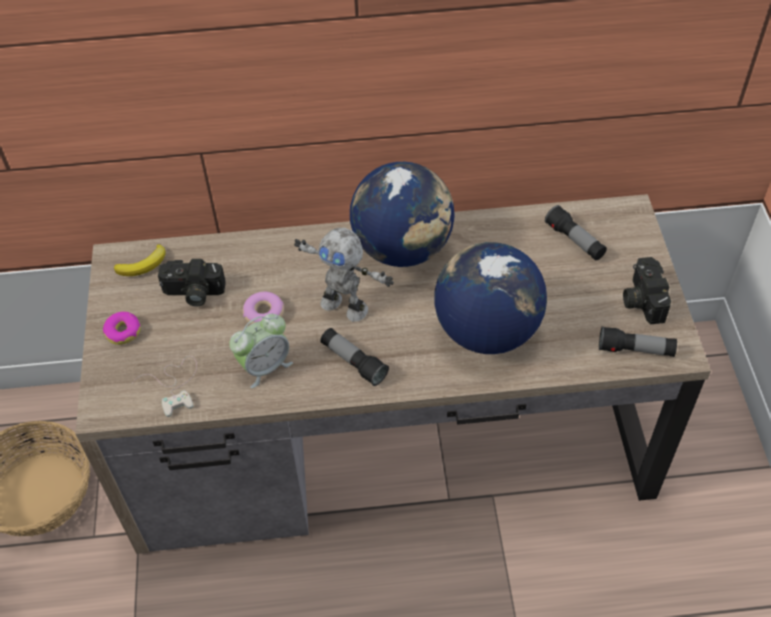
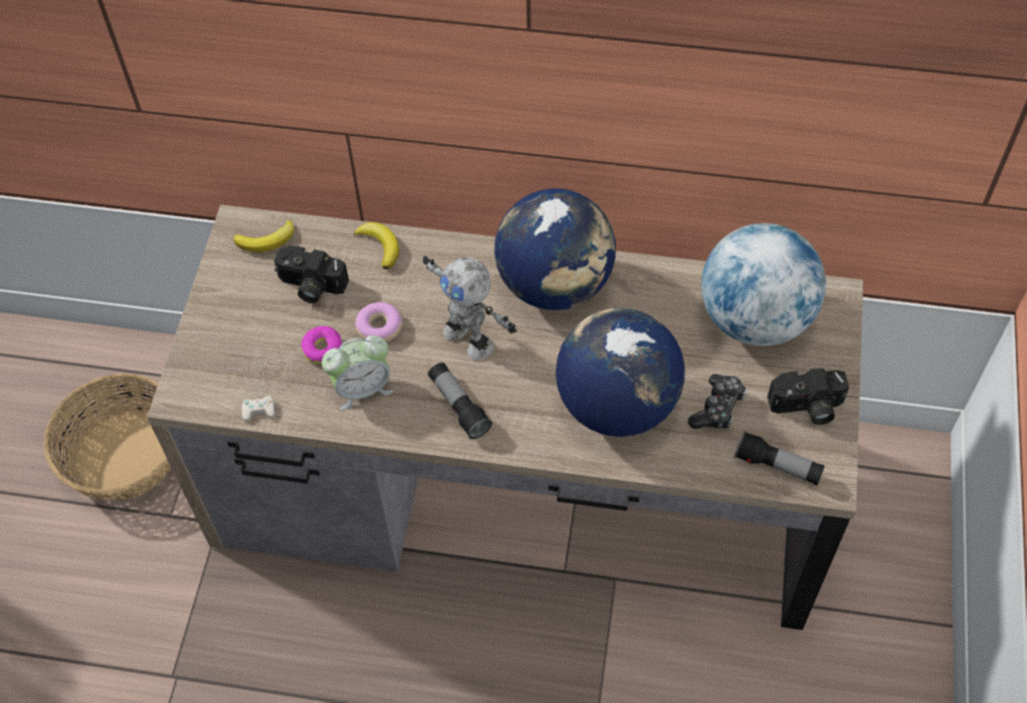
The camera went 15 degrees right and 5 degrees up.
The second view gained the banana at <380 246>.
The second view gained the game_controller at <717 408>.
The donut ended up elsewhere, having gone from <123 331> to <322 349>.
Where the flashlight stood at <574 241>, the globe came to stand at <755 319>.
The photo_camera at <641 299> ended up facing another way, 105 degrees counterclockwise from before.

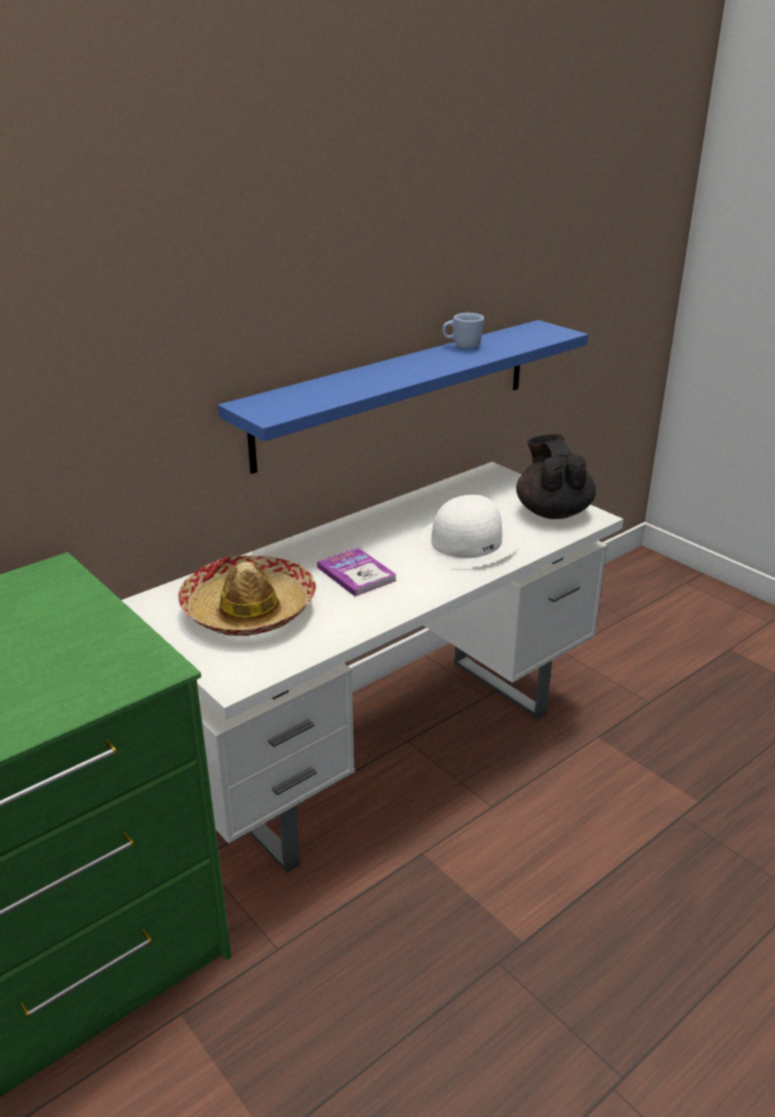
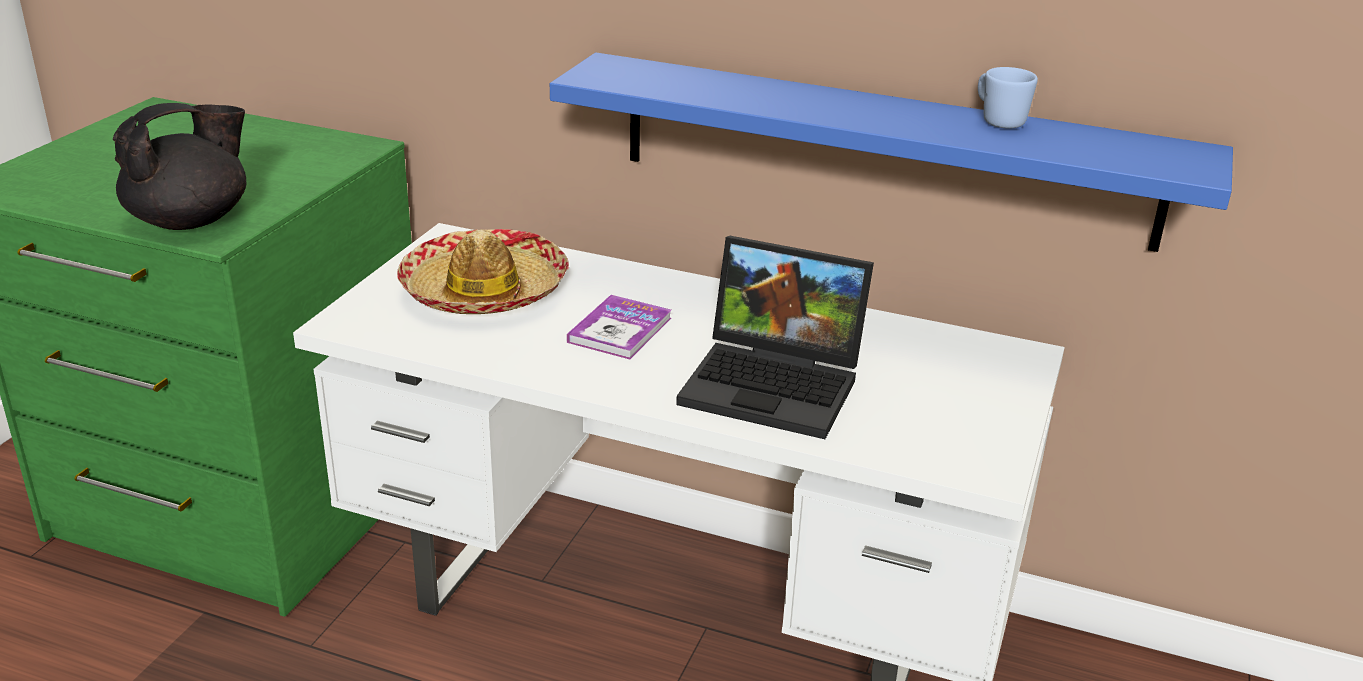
The camera went 60 degrees right and 0 degrees up.
The black_teapot ended up elsewhere, having gone from <552 511> to <191 220>.
Where the white_hat stood at <466 544>, the laptop came to stand at <777 384>.

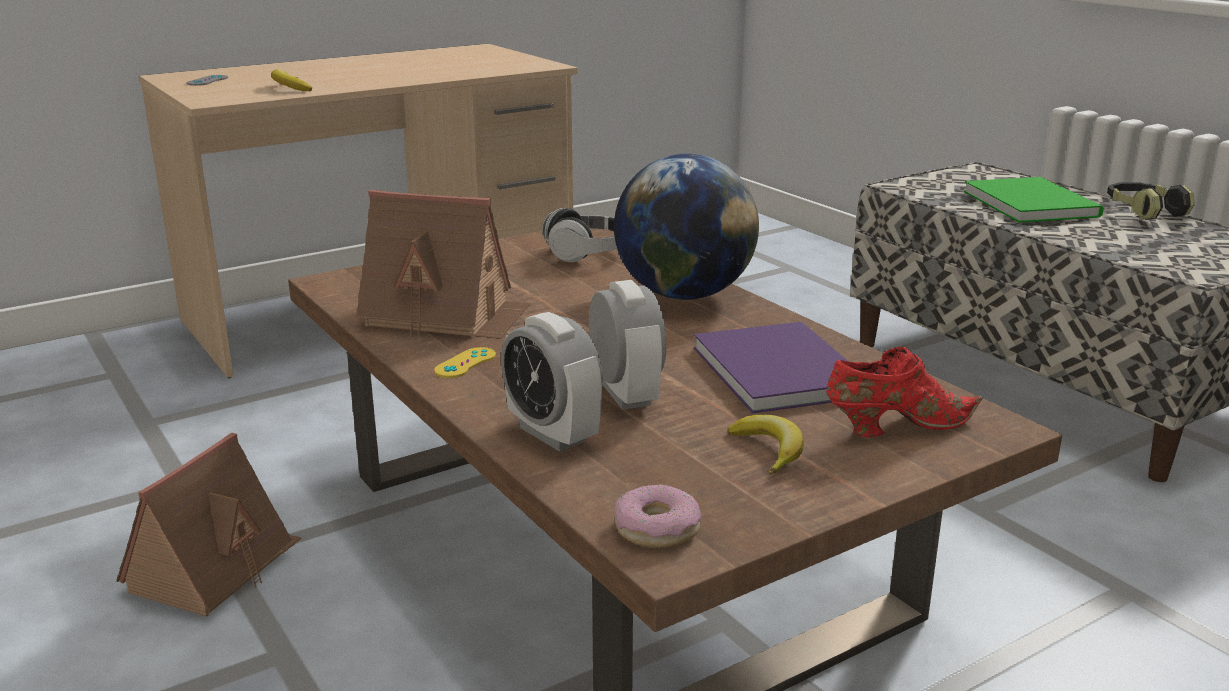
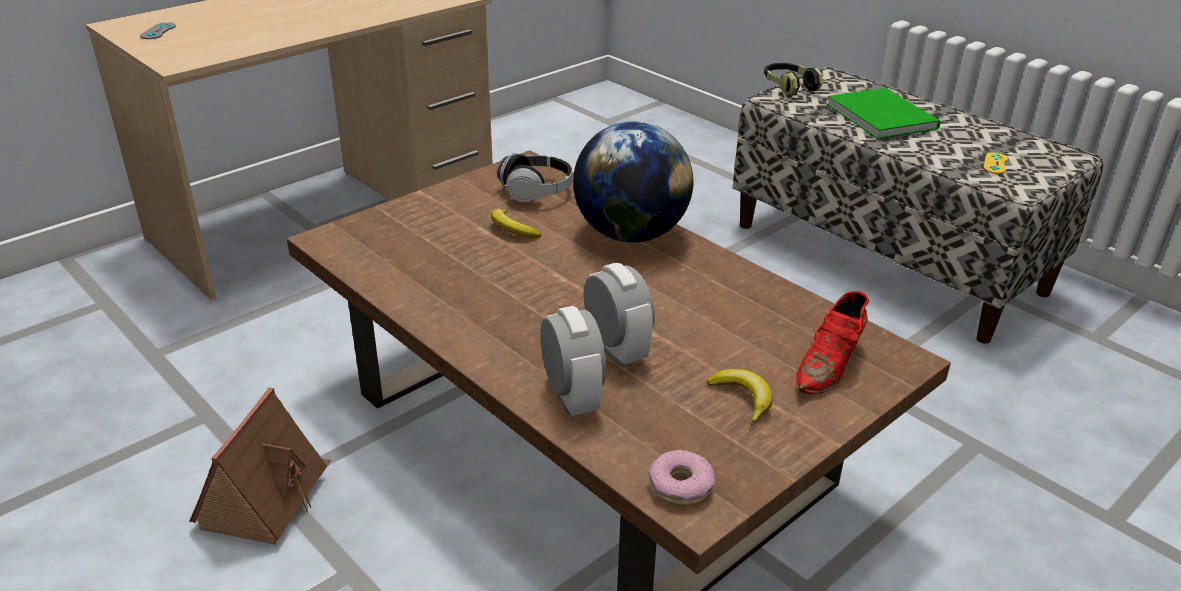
The camera went 10 degrees left and 10 degrees up.
The second view lost the toy_house at <445 315>.
The second view lost the purple_book at <781 369>.
The banana ended up elsewhere, having gone from <290 87> to <512 229>.
The yellow_game_controller ended up elsewhere, having gone from <465 363> to <995 163>.
The headphones ended up elsewhere, having gone from <1143 212> to <789 87>.
The alarm_clock at <552 434> ended up facing another way, 150 degrees counterclockwise from before.
The red_shoe at <896 427> ended up facing another way, 150 degrees clockwise from before.

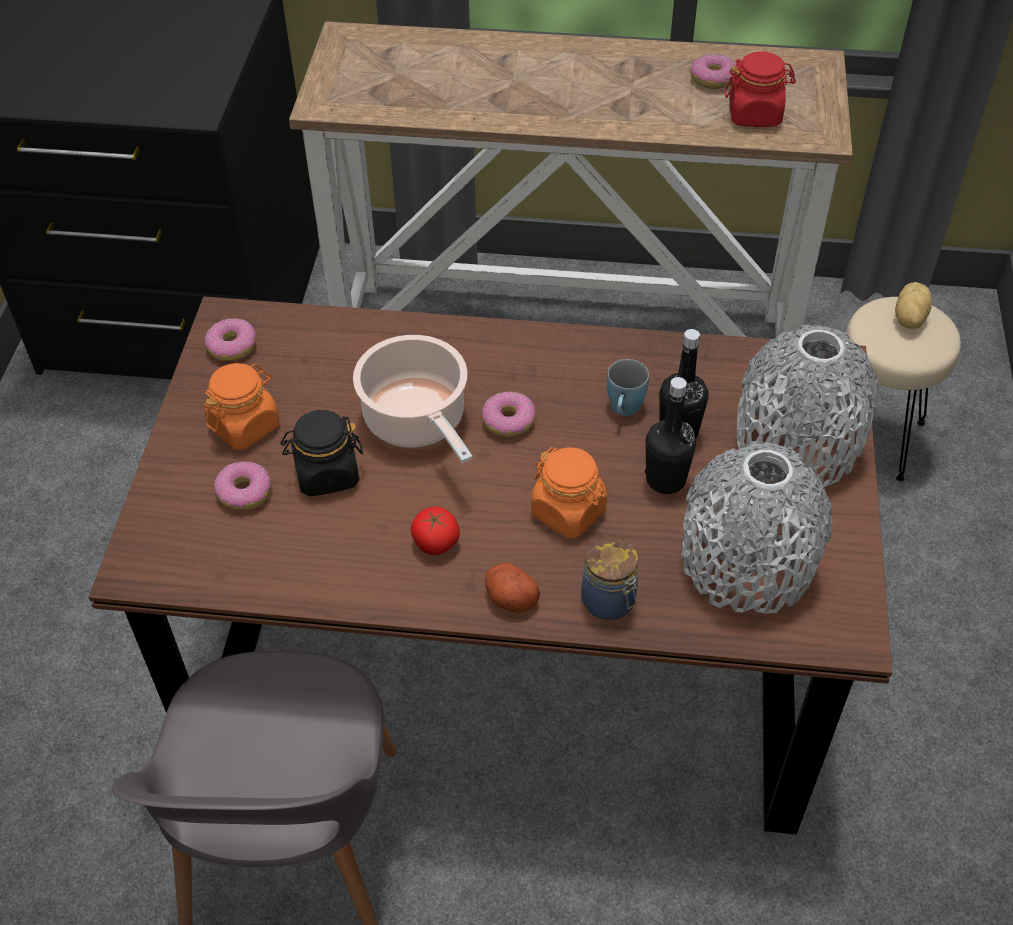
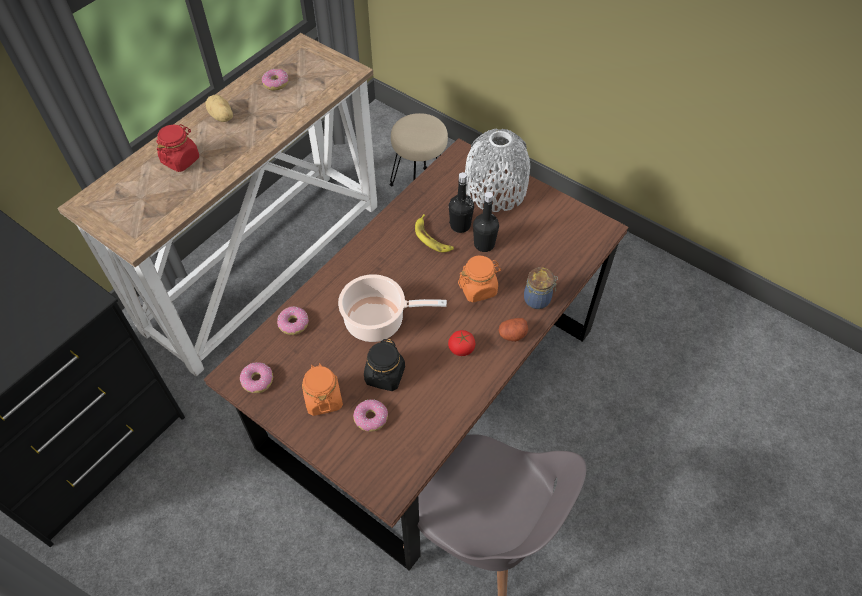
The camera went 60 degrees left and 5 degrees up.
The second view lost the grey_vase at <747 562>.
The donut ended up elsewhere, having gone from <508 421> to <294 324>.
The red_jar ended up elsewhere, having gone from <755 114> to <181 160>.
The potato ended up elsewhere, having gone from <908 318> to <221 117>.
Where the blue_mug stood at <623 410>, the banana came to stand at <432 238>.

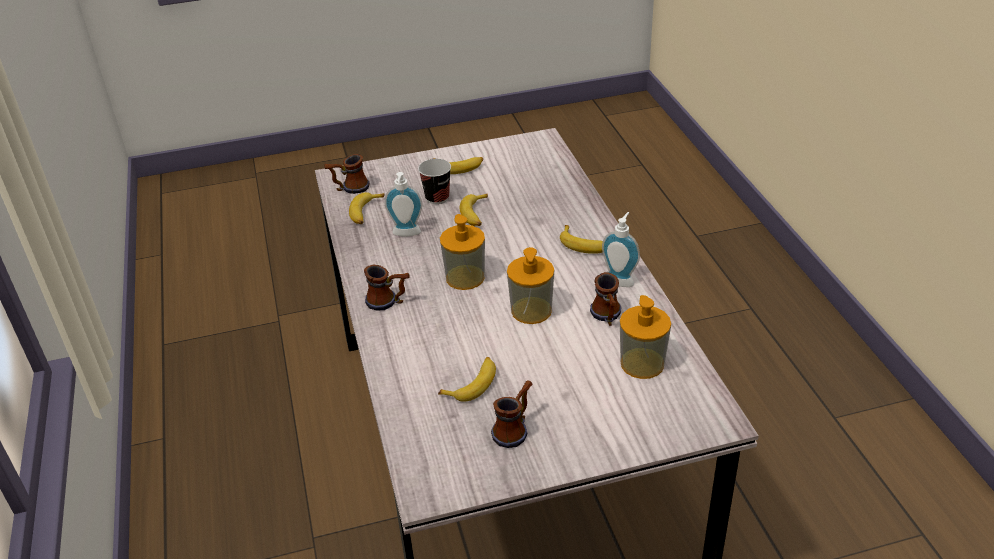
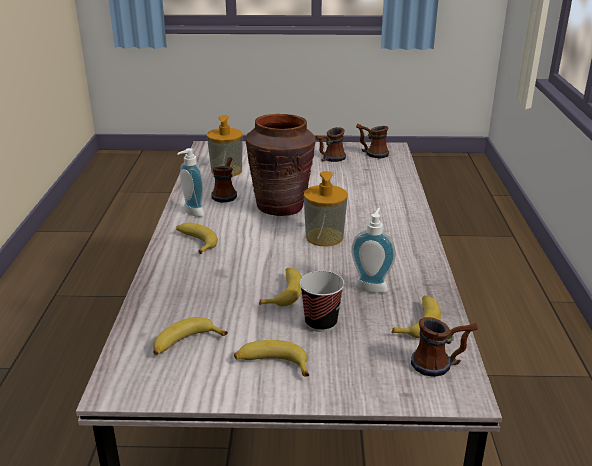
The camera went 165 degrees left and 10 degrees down.
The mug ended up elsewhere, having gone from <389 302> to <371 153>.
The banana ended up elsewhere, having gone from <472 383> to <185 344>.
Where the soap_dispenser stood at <531 310>, the brown_vase came to stand at <281 207>.

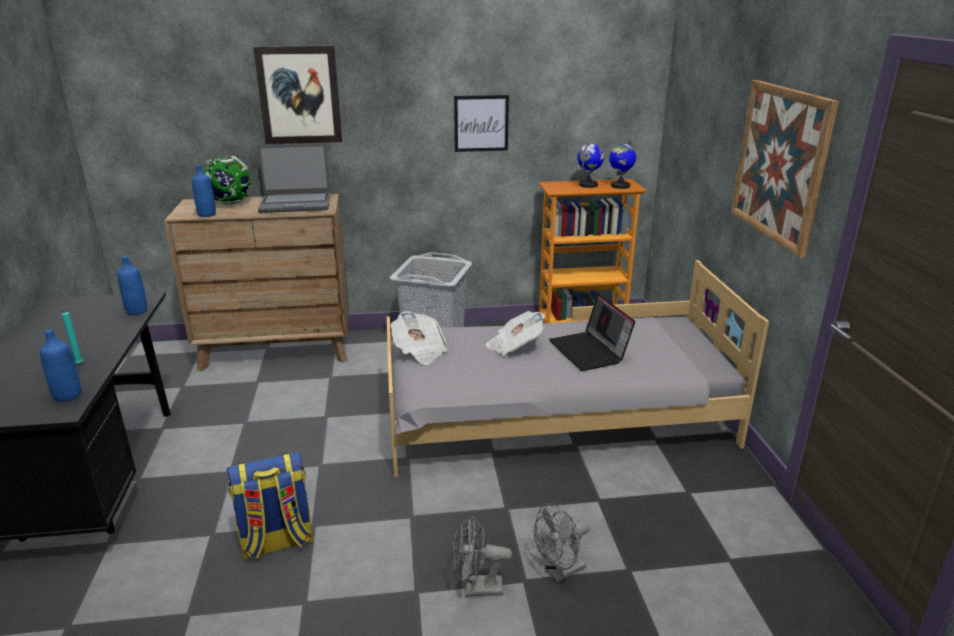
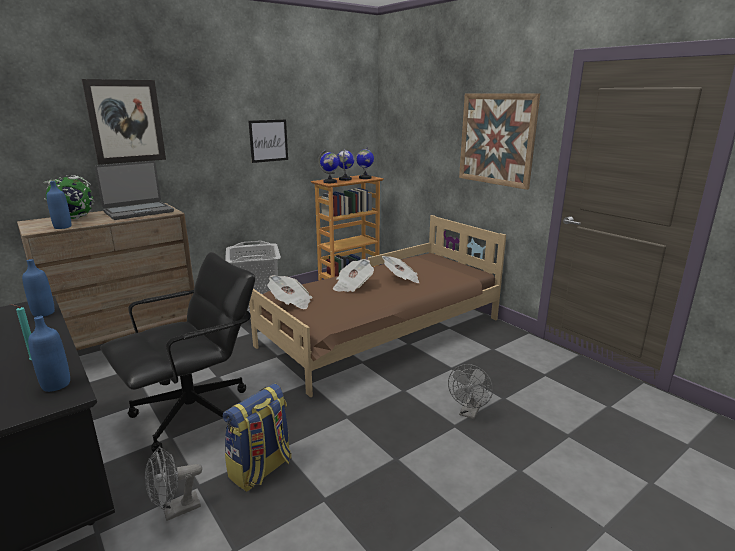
The camera went 30 degrees left and 5 degrees down.
The second view gained the black_office_chair at <194 413>.
The second view gained the globe at <330 182>.
The grey_fan ended up elsewhere, having gone from <476 588> to <175 511>.
Where the laptop stood at <590 351>, the newspaper came to stand at <401 279>.
What was the grey_bed at <554 418> turned into the brown_bed at <381 333>.

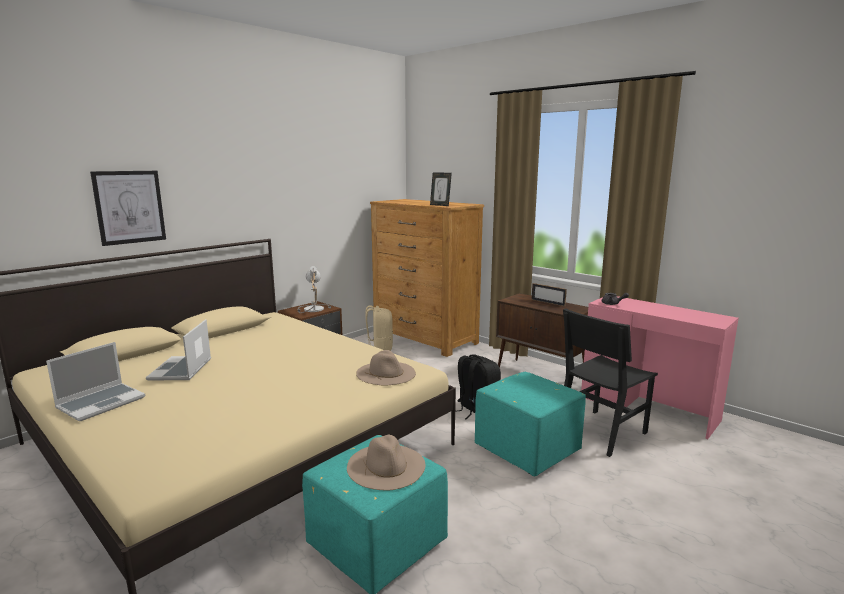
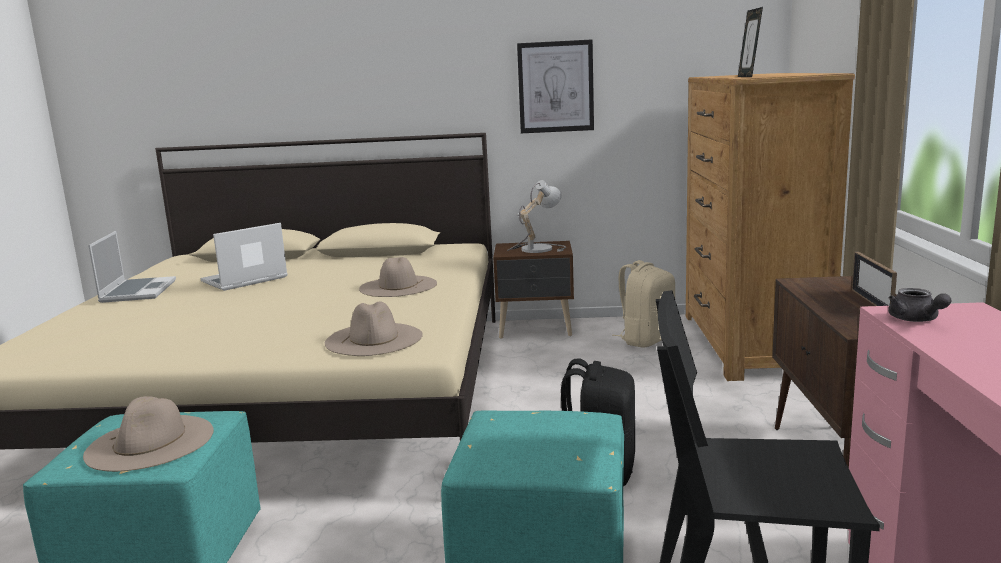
The camera went 50 degrees right and 0 degrees up.
The second view gained the beige_hat at <398 286>.
The picture ended up elsewhere, having gone from <129 207> to <555 87>.
The laptop at <102 402> ended up facing another way, 90 degrees counterclockwise from before.

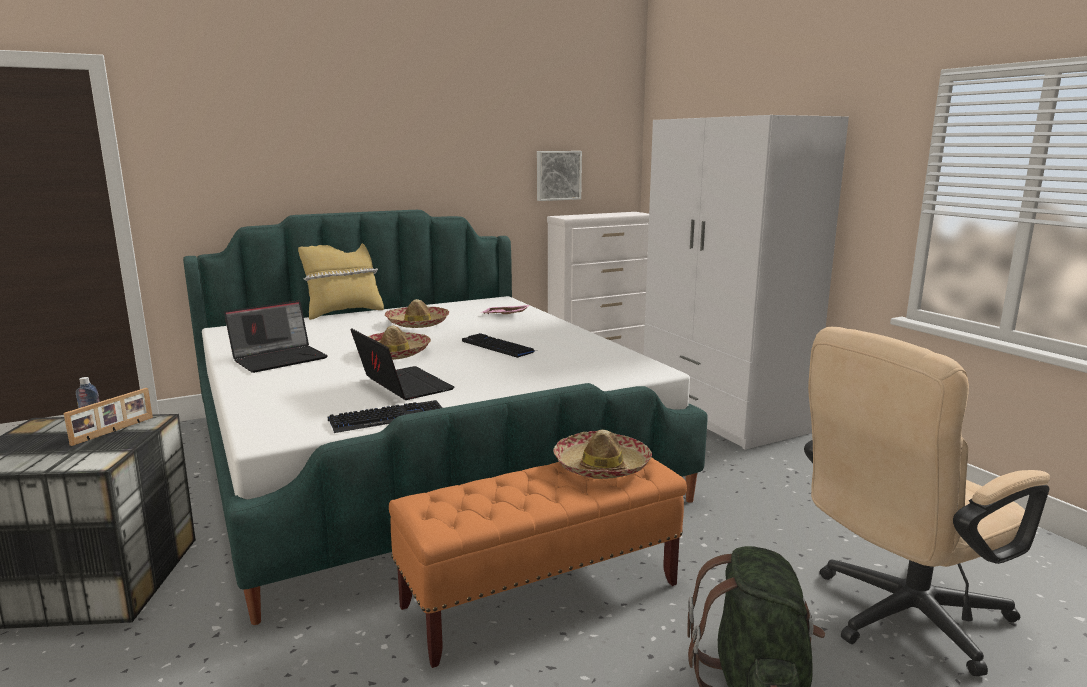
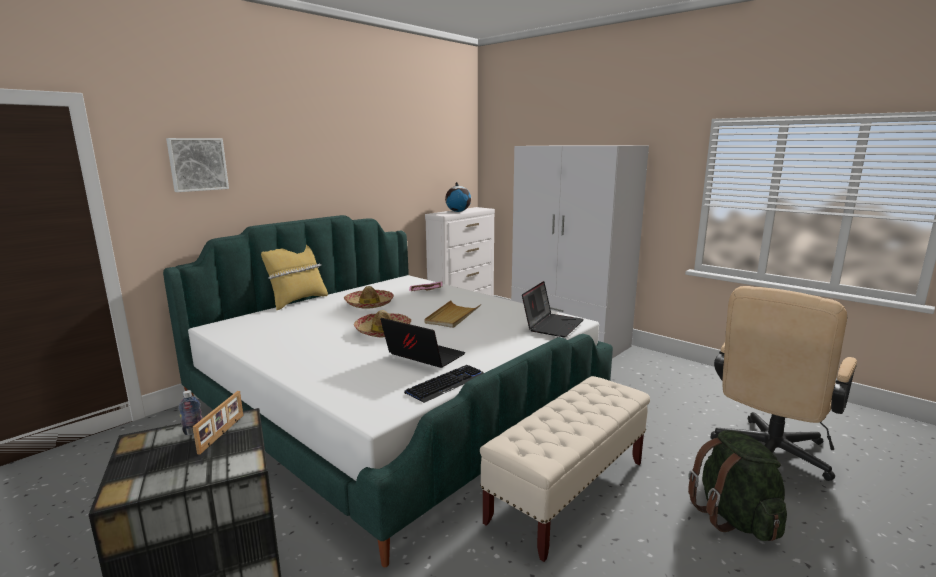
The camera went 20 degrees left and 0 degrees up.
The second view lost the hat at <602 466>.
The second view gained the globe at <458 211>.
The laptop ended up elsewhere, having gone from <280 358> to <552 325>.
The picture ended up elsewhere, having gone from <558 175> to <197 164>.
Where the keyboard stood at <498 347>, the beige_tray came to stand at <452 316>.
What was the orange_bench at <542 596> turned into the beige_bench at <568 491>.

